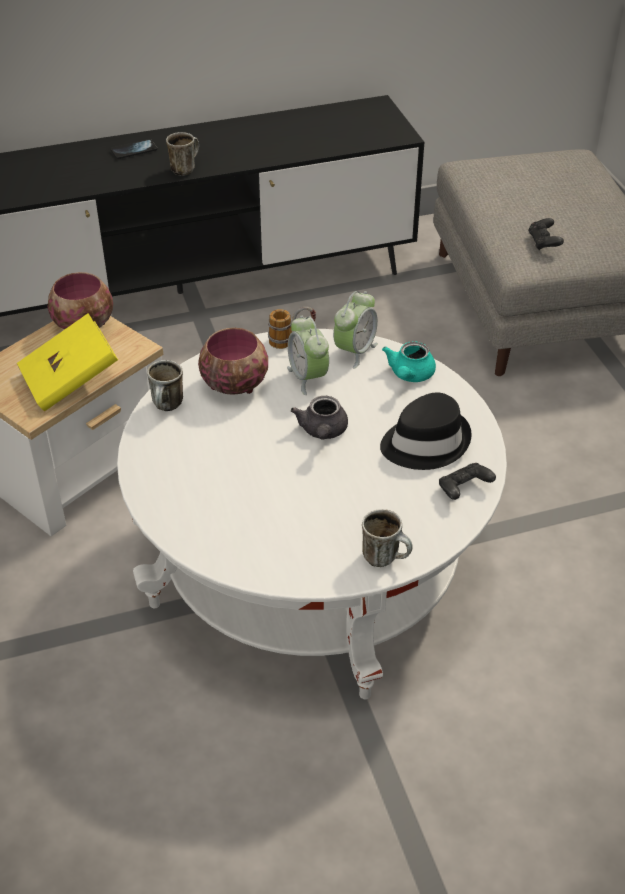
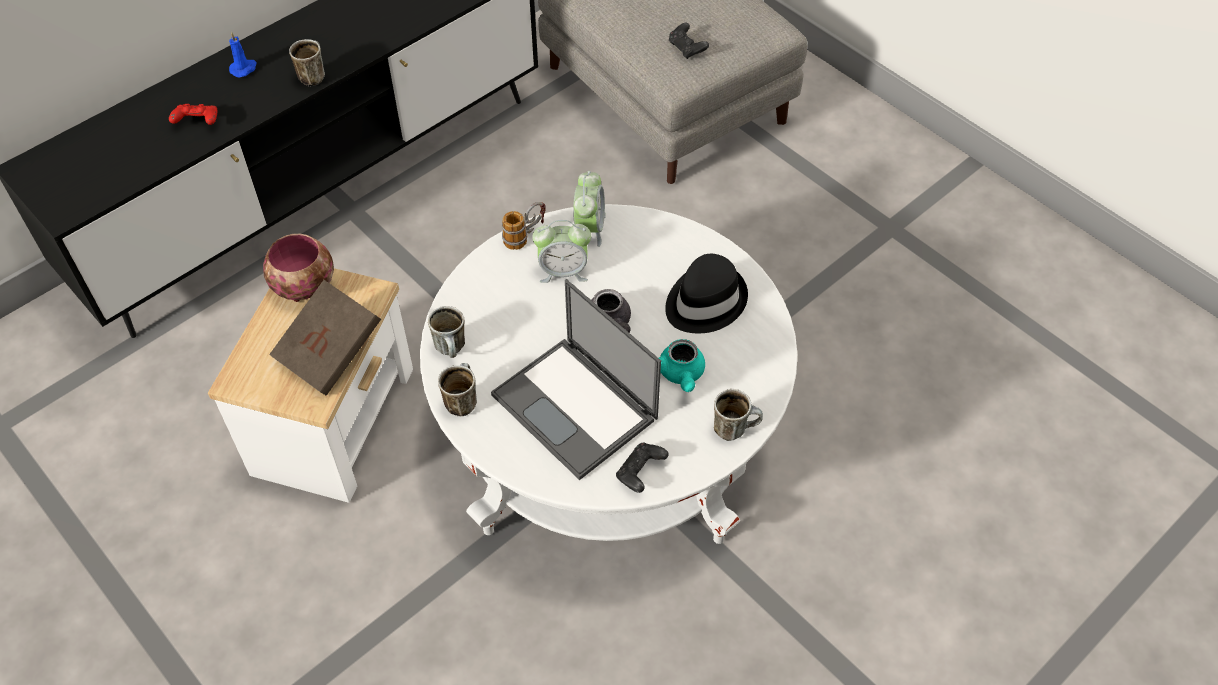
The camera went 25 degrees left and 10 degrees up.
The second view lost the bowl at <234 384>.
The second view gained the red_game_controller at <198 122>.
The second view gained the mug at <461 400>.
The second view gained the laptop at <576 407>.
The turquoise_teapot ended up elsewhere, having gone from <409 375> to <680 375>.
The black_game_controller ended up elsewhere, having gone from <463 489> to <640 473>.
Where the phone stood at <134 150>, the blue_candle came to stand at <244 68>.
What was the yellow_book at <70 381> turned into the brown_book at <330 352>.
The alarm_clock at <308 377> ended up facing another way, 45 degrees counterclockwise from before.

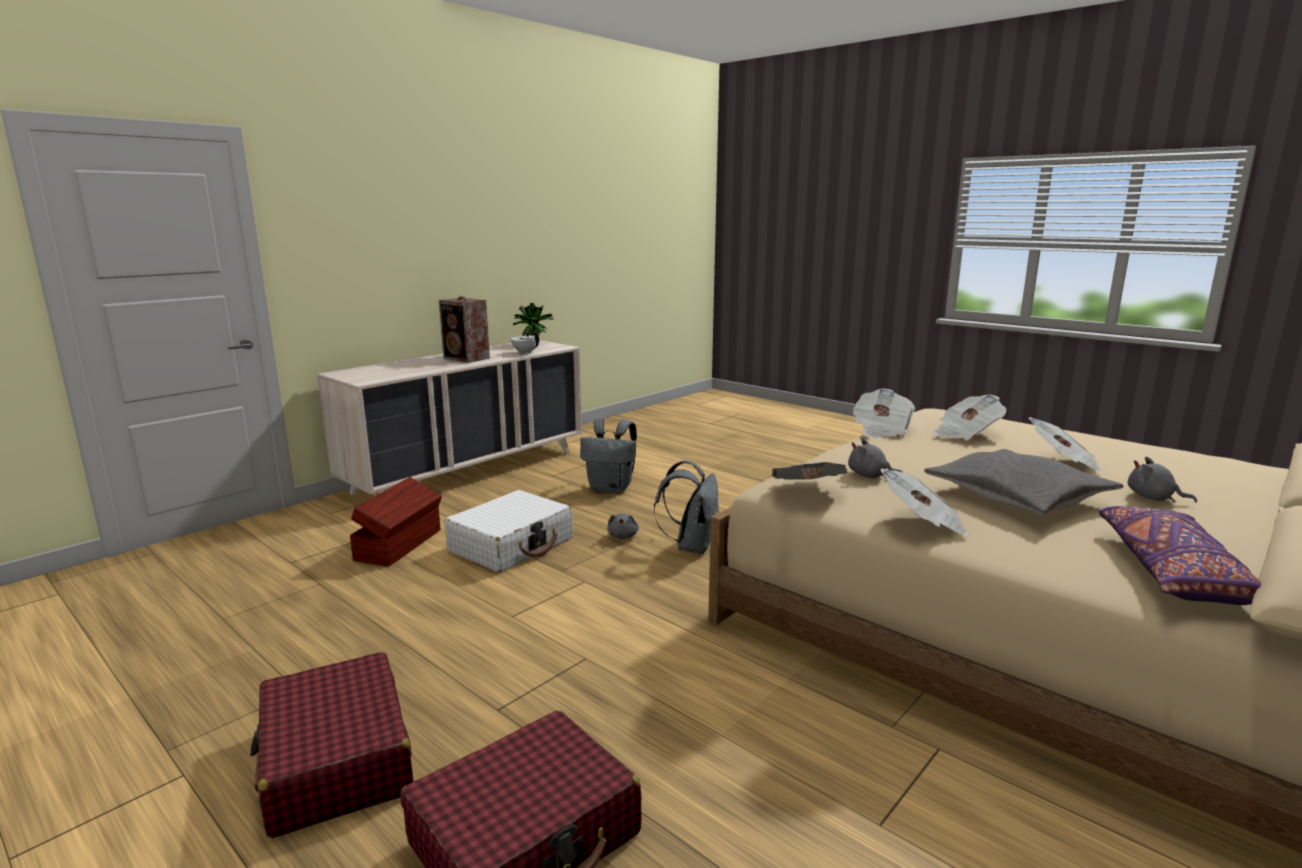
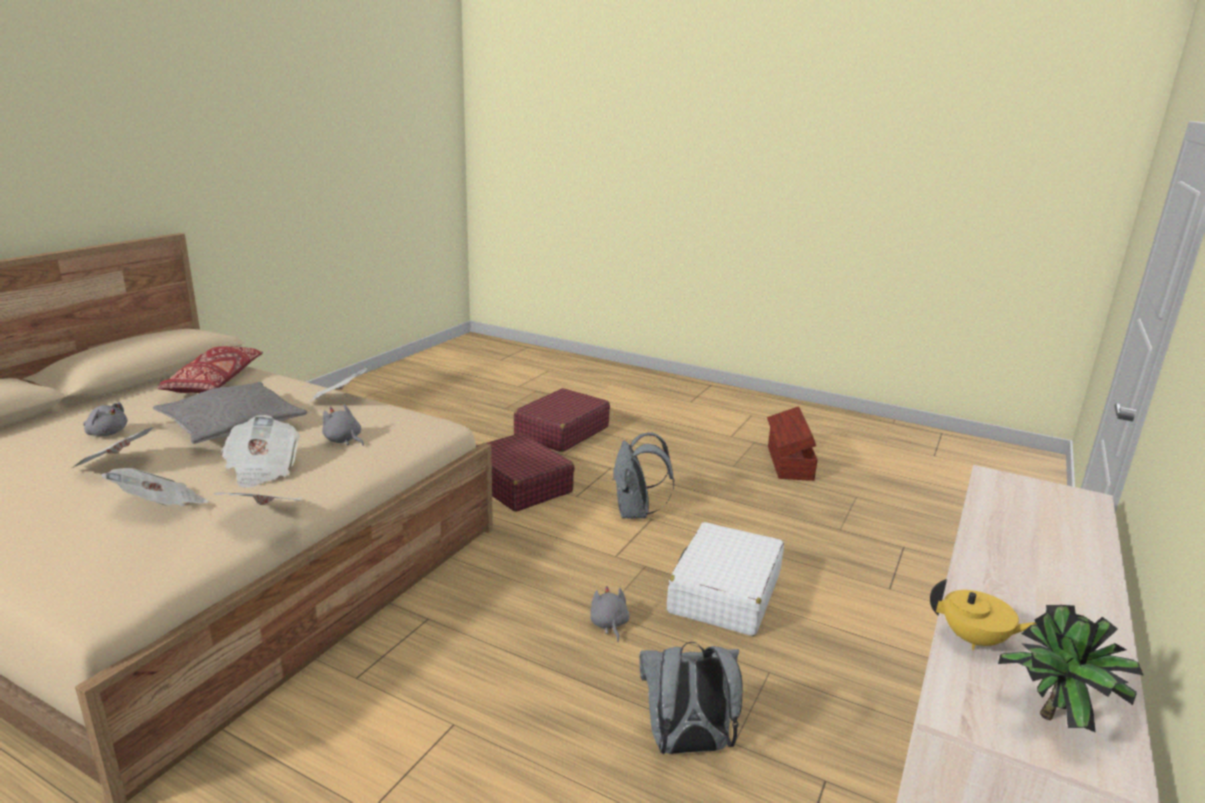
The camera went 165 degrees right and 5 degrees up.
The second view lost the speaker at <467 358>.
The red_suitcase ended up elsewhere, having gone from <336 761> to <518 485>.
The brown_storage_box ended up elsewhere, having gone from <400 544> to <788 463>.
The grey_backpack ended up elsewhere, having gone from <691 546> to <636 513>.
The newspaper ended up elsewhere, having gone from <807 492> to <262 470>.
What was the white_teapot at <525 353> turned into the yellow_teapot at <974 640>.
What was the purple_pillow at <1173 572> turned into the red_pillow at <215 382>.
The grey_plush_toy at <870 476> ended up facing another way, 150 degrees counterclockwise from before.

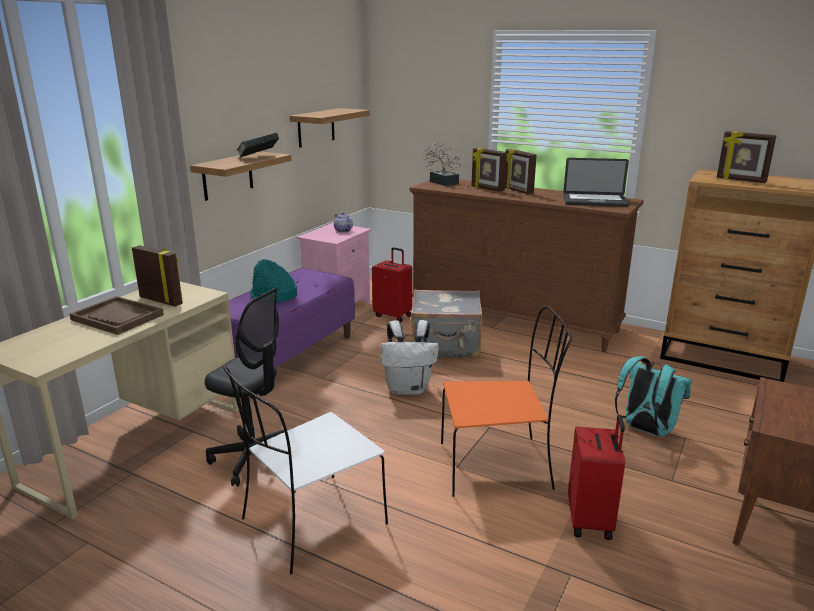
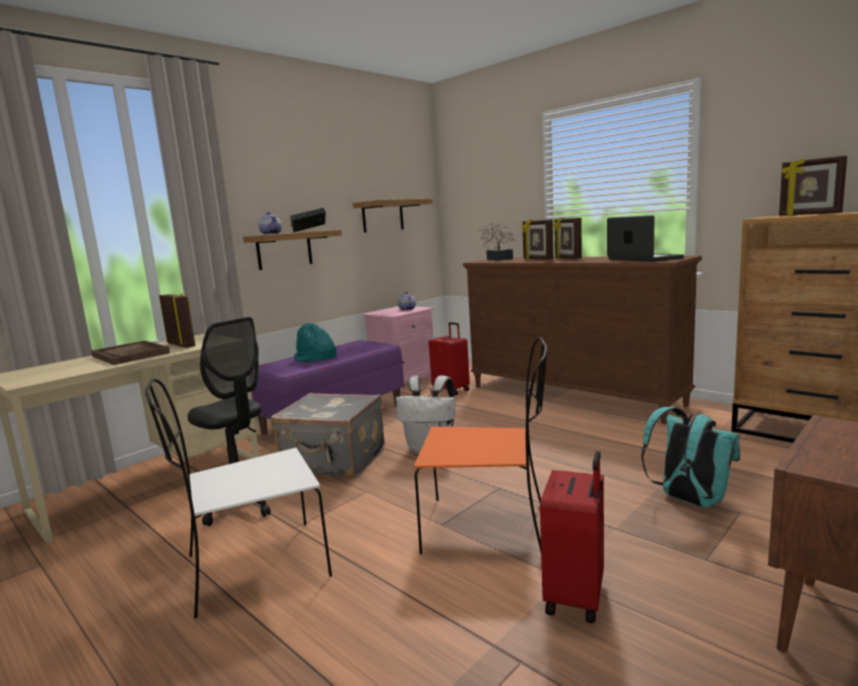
The camera went 15 degrees right and 10 degrees down.
The second view gained the teapot at <271 234>.
The grey_suitcase ended up elsewhere, having gone from <446 346> to <334 462>.
The laptop at <595 201> ended up facing another way, 135 degrees counterclockwise from before.

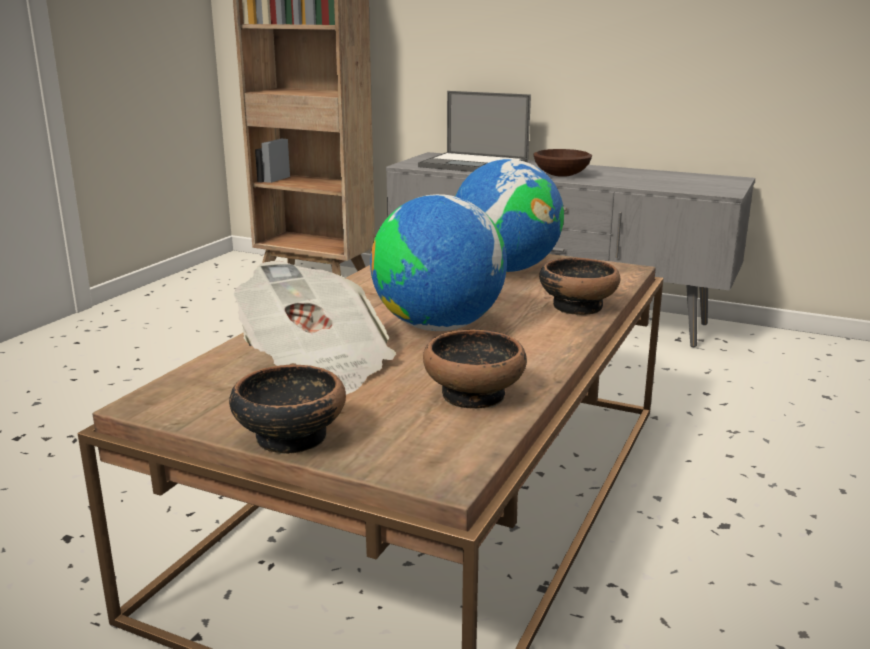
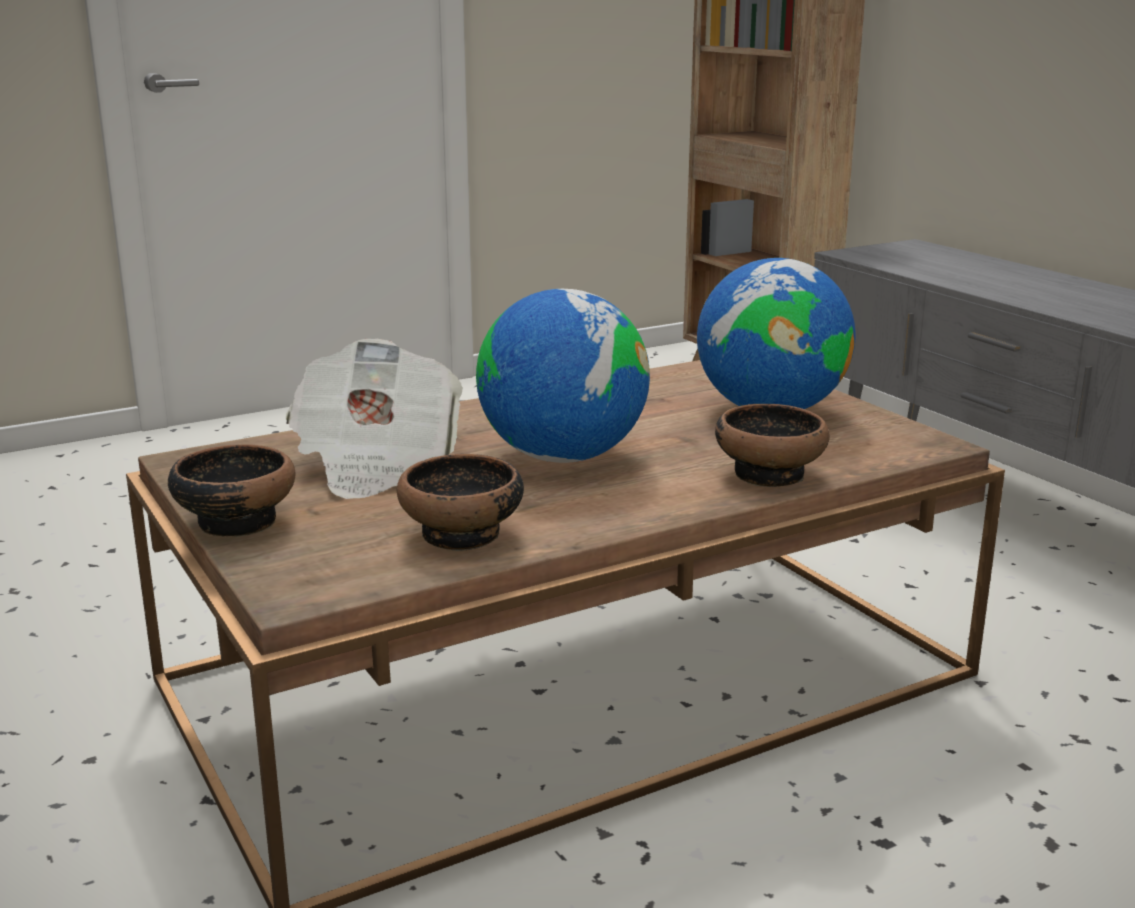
The camera went 35 degrees right and 0 degrees up.
The second view lost the laptop at <475 164>.
The second view lost the brown_bowl at <562 175>.

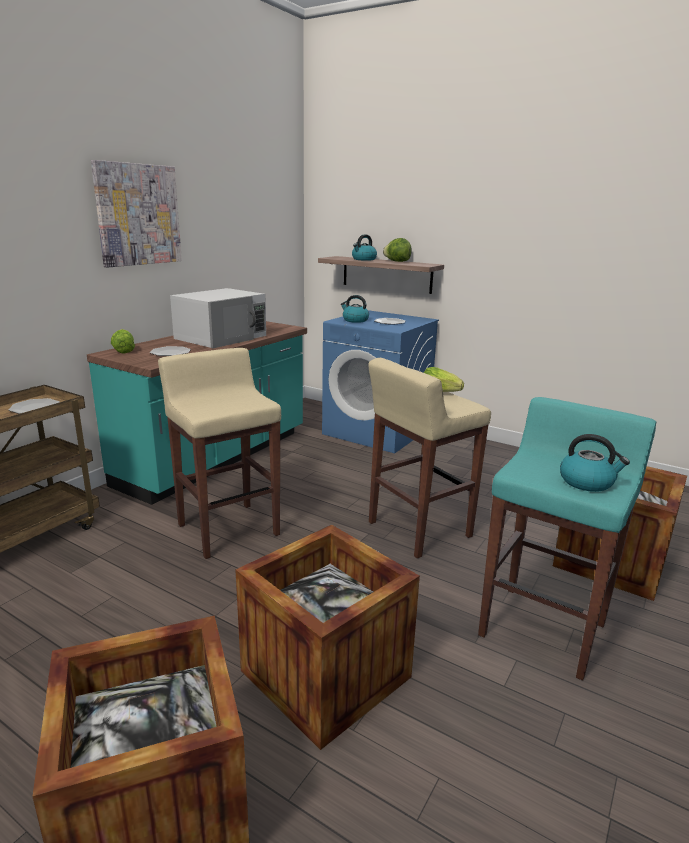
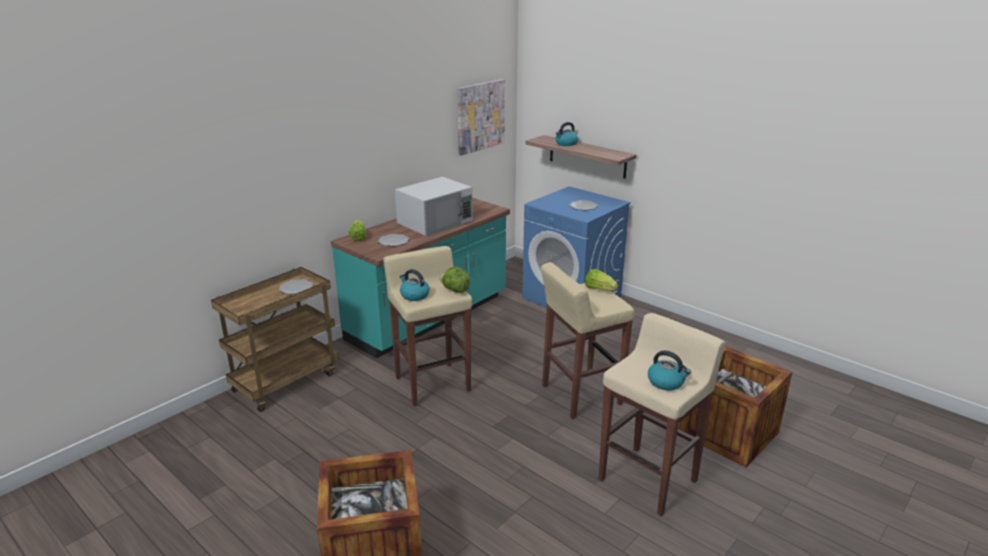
The camera went 10 degrees right and 5 degrees up.
The second view lost the crate at <325 674>.
The picture ended up elsewhere, having gone from <138 215> to <480 116>.
The kettle ended up elsewhere, having gone from <355 320> to <414 295>.
The lettuce ended up elsewhere, having gone from <397 261> to <455 290>.
What was the turquoise_stool at <543 628> turned into the beige_stool at <649 479>.

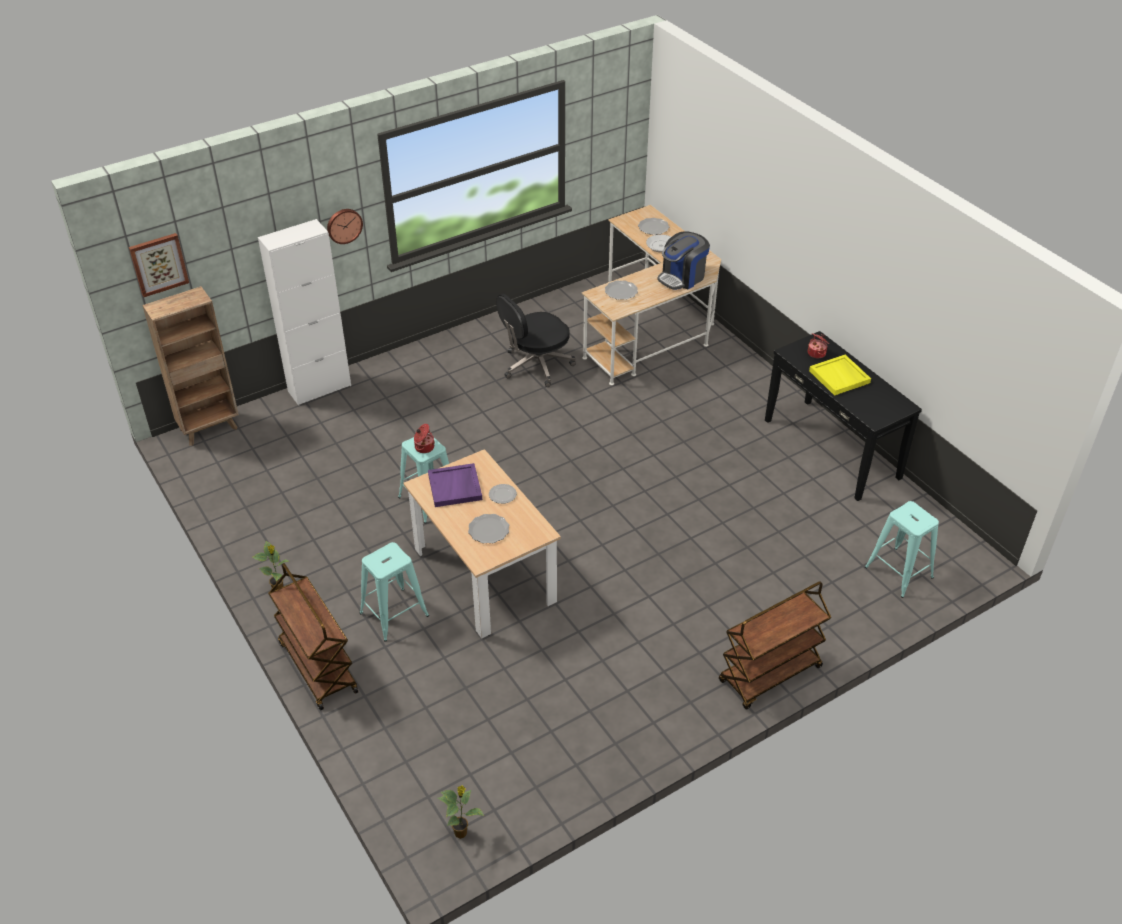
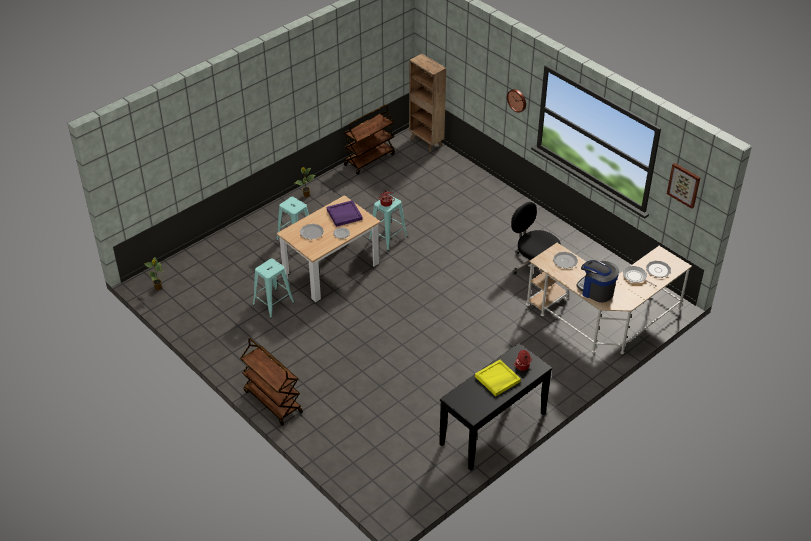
The camera went 80 degrees right and 0 degrees up.
The second view lost the white_cabinet at <319 388>.
The picture ended up elsewhere, having gone from <158 264> to <684 185>.
The brown_cart ended up elsewhere, having gone from <317 667> to <369 159>.
The turquoise_stool ended up elsewhere, having gone from <899 572> to <273 303>.

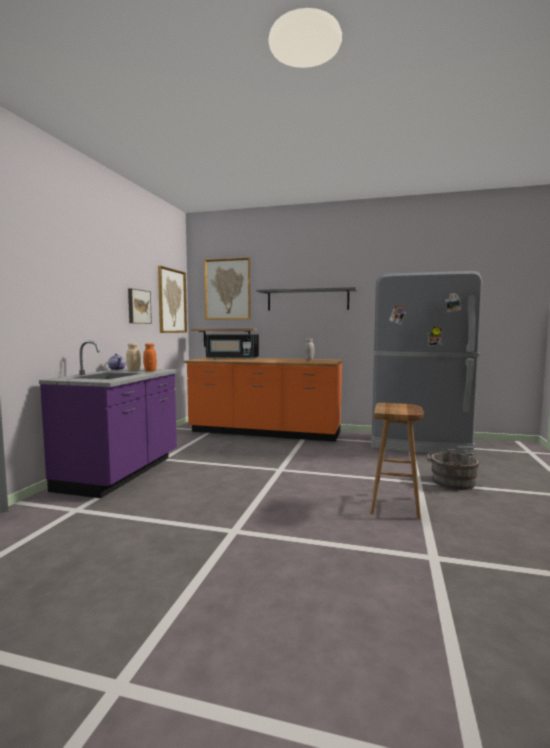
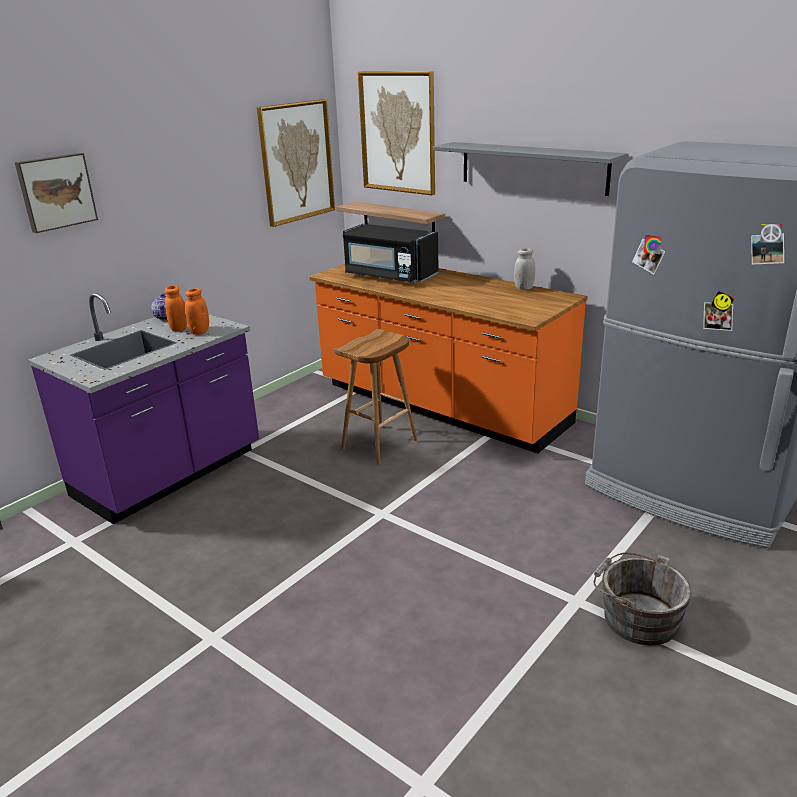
The camera went 25 degrees right and 20 degrees up.
The picture ended up elsewhere, having gone from <138 306> to <56 192>.
The brown_stool ended up elsewhere, having gone from <395 505> to <379 445>.
What was the beige_jar at <133 371> turned into the orange_jar at <179 329>.

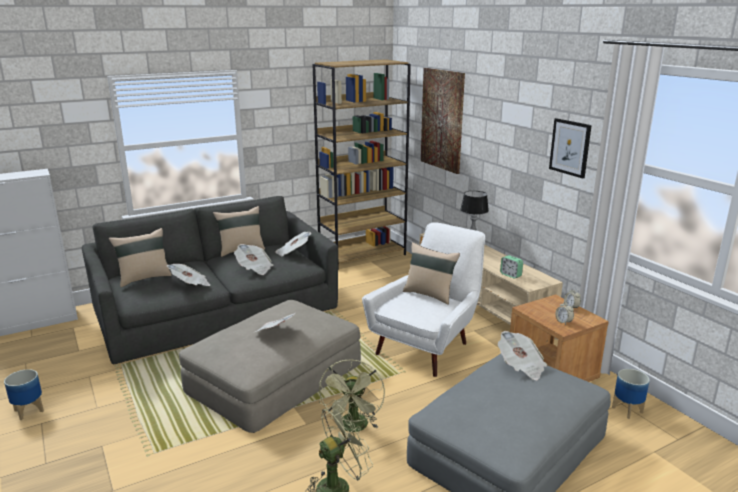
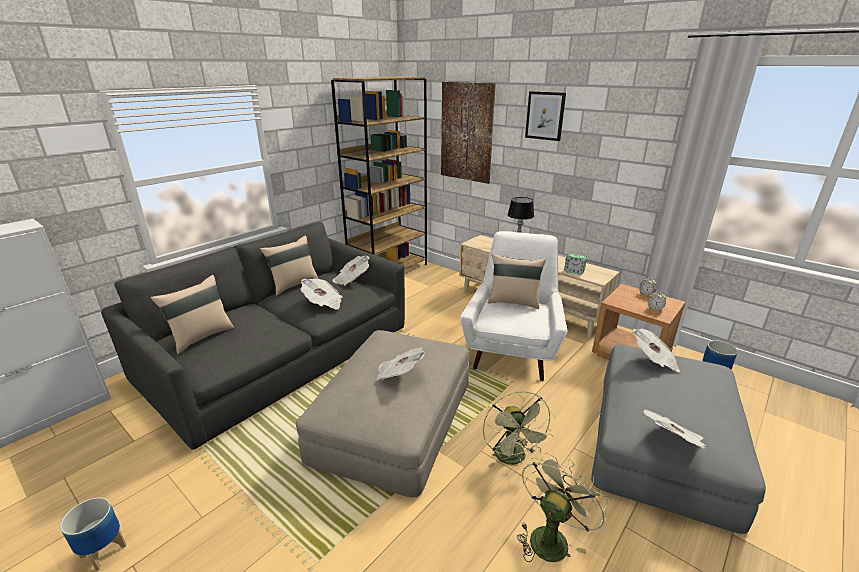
The camera went 20 degrees left and 5 degrees up.
The newspaper ended up elsewhere, having gone from <190 285> to <673 441>.
The picture ended up elsewhere, having gone from <570 147> to <545 116>.

